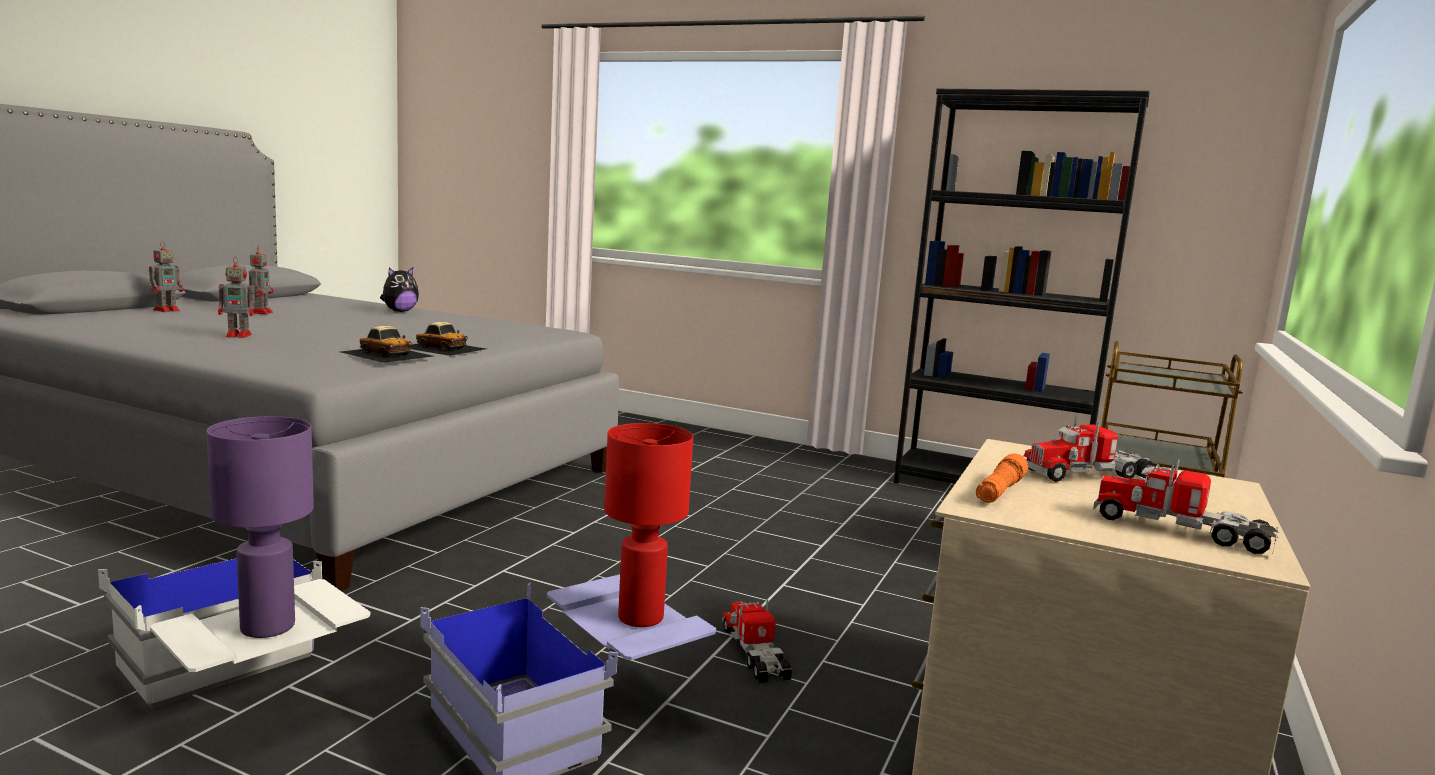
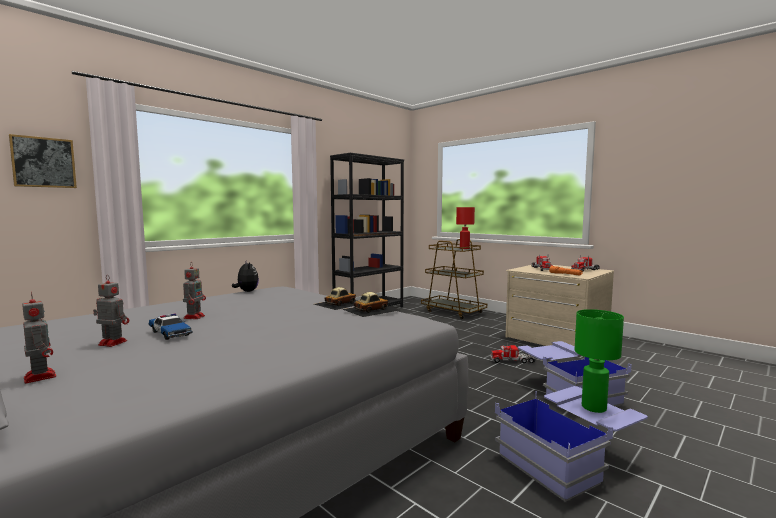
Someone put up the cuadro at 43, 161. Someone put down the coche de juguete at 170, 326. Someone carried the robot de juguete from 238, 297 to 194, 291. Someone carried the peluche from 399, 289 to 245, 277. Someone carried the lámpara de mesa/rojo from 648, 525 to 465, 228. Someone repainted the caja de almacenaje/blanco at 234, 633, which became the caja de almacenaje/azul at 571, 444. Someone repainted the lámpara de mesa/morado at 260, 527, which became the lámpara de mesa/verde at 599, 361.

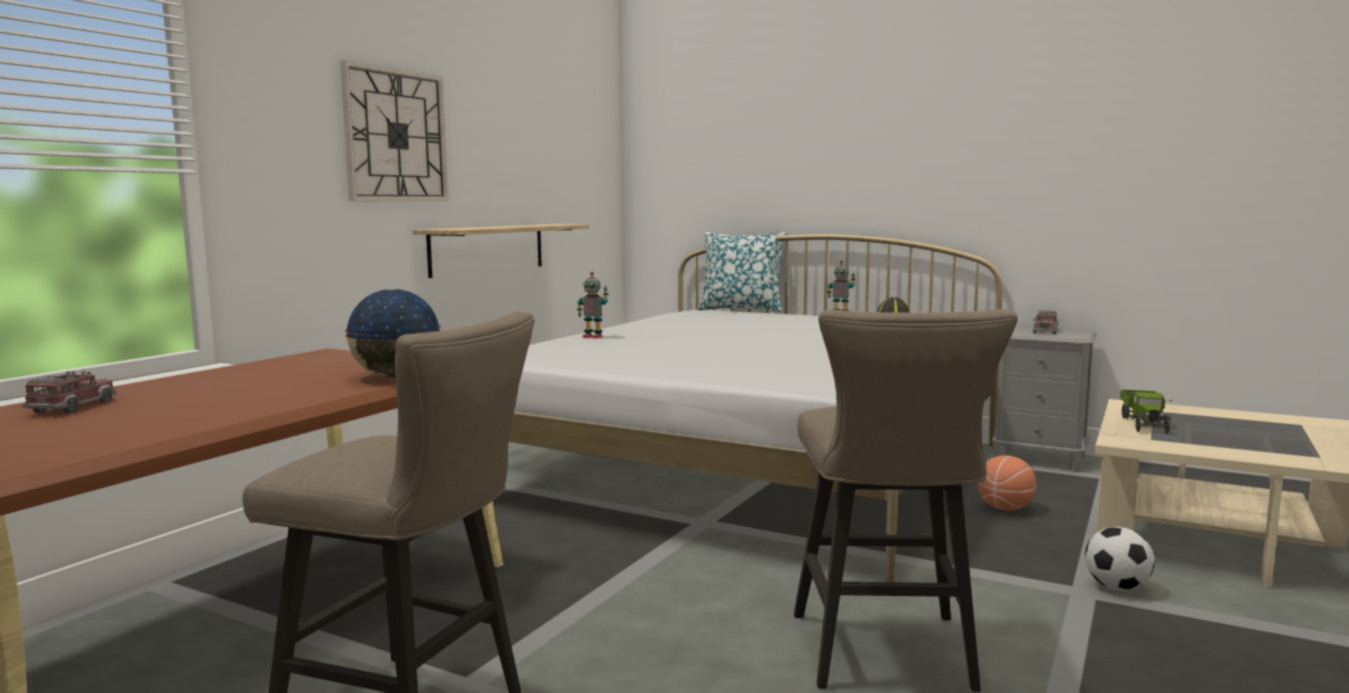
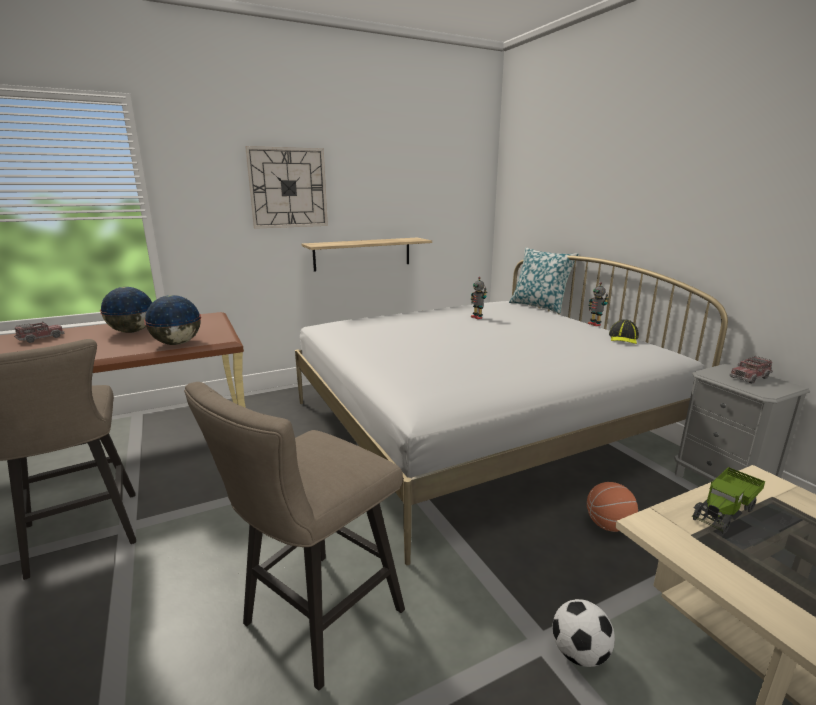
Someone put down the globo terráqueo at 126, 310. Someone carried the robot de juguete from 593, 305 to 478, 298.

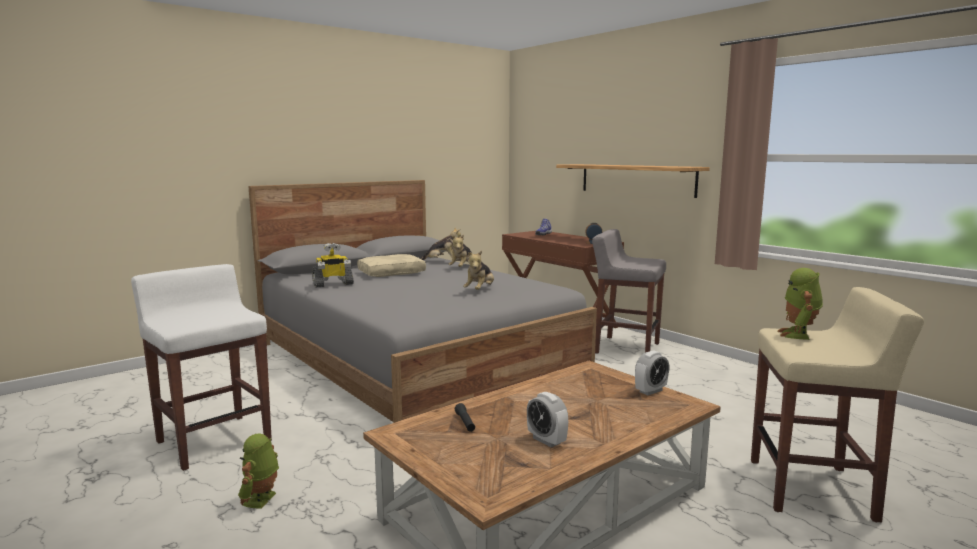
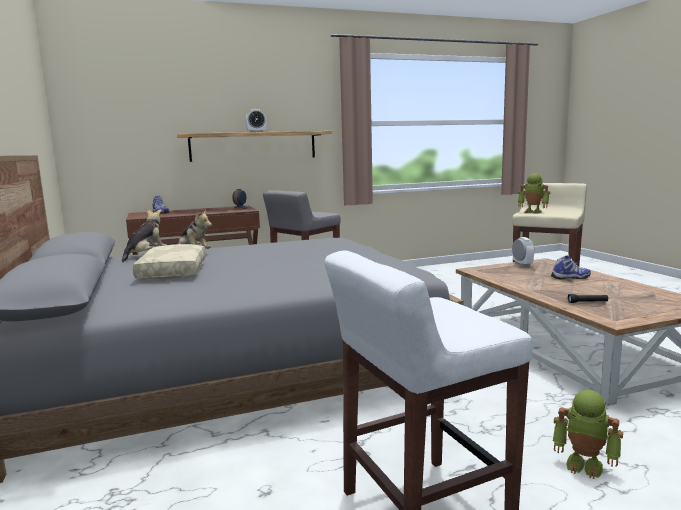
Someone took away the robot de juguete at 333, 265. Someone took away the peluche at 478, 270. Someone put down the zapato at 571, 267. Someone carried the despertador from 547, 420 to 256, 120.

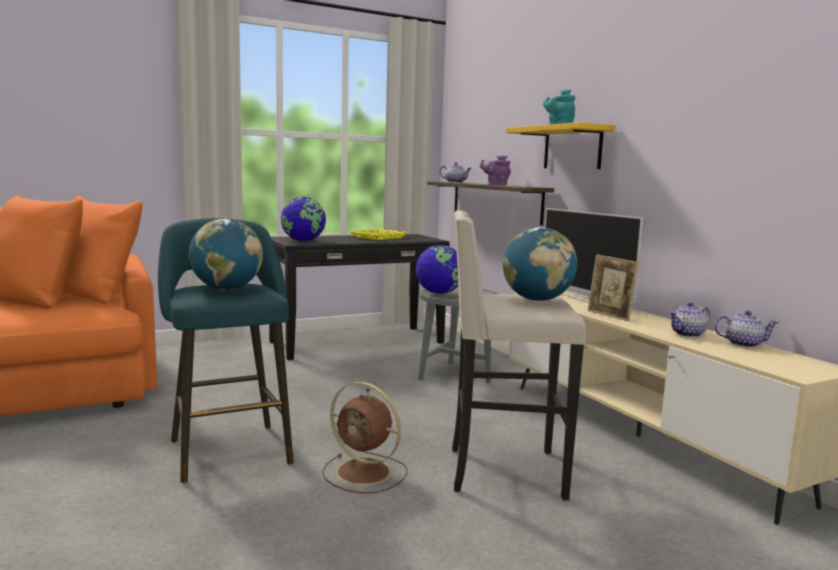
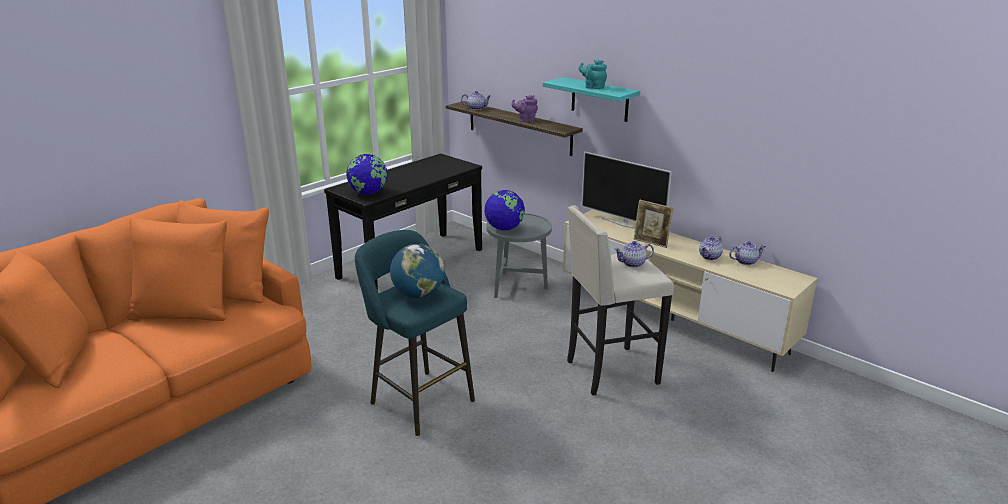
Someone took away the ventilador/marrón at 365, 437. Someone took away the bandeja/amarillo at 379, 234. Someone swapped the globo terráqueo at 540, 264 for the tetera at 634, 254. Someone repainted the estante/amarillo at 560, 145, which became the estante/turquesa at 591, 99.

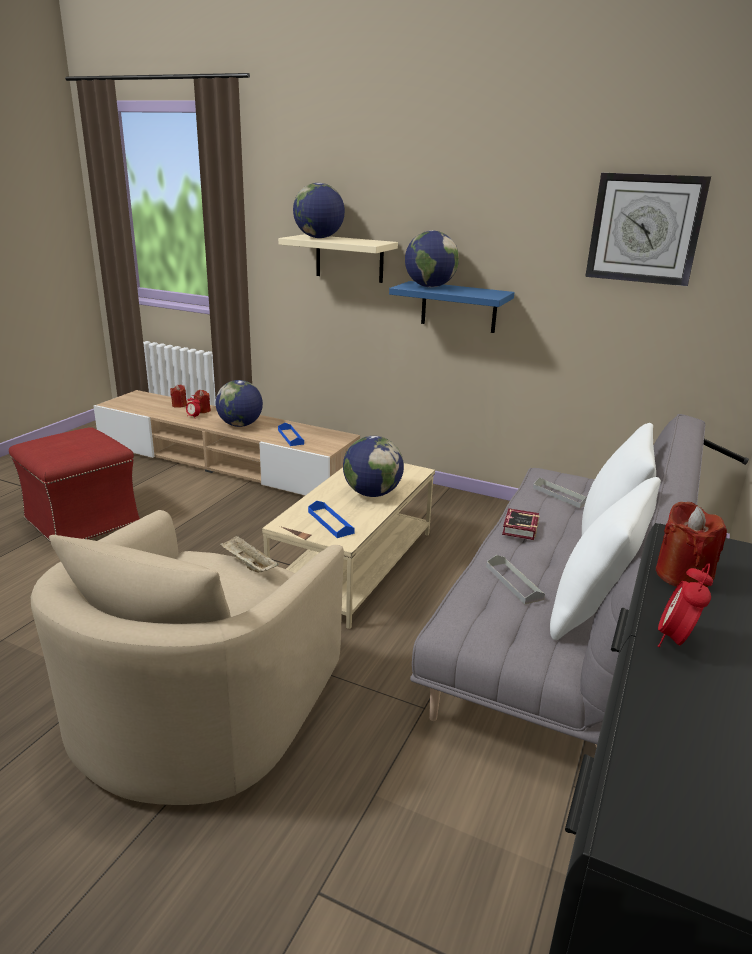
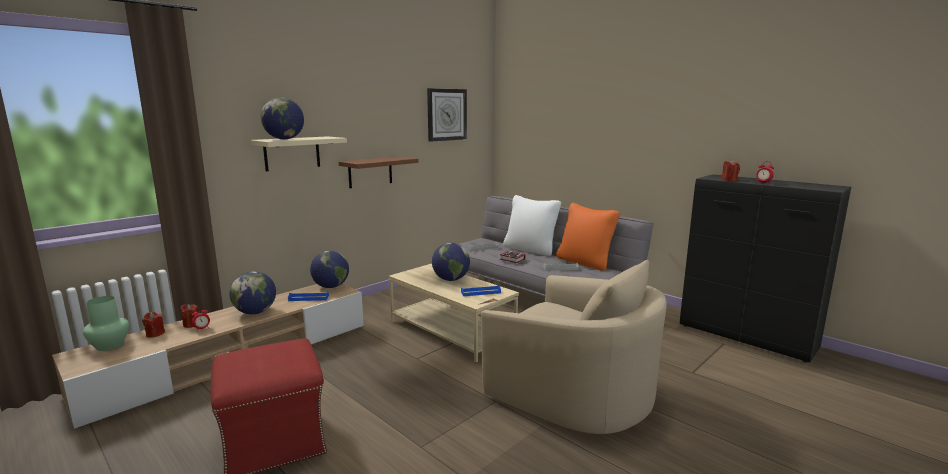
Someone took away the bandeja/beis at 249, 554. Someone put down the florero/verde at 106, 323. Someone carried the globo terráqueo from 432, 259 to 329, 269. Someone repainted the estante/azul at 452, 307, which became the estante/marrón at 379, 172. Someone repainted the cojín/blanco at 605, 558, which became the cojín/naranja at 588, 237.

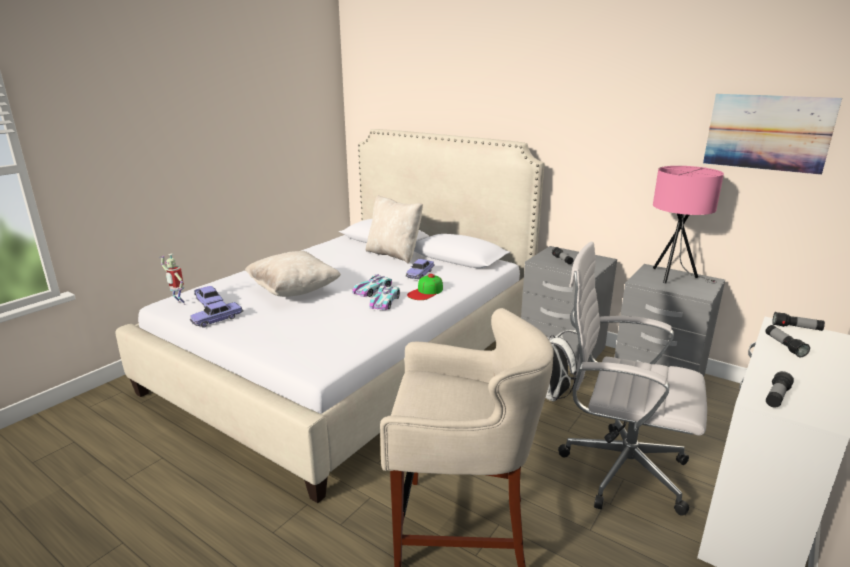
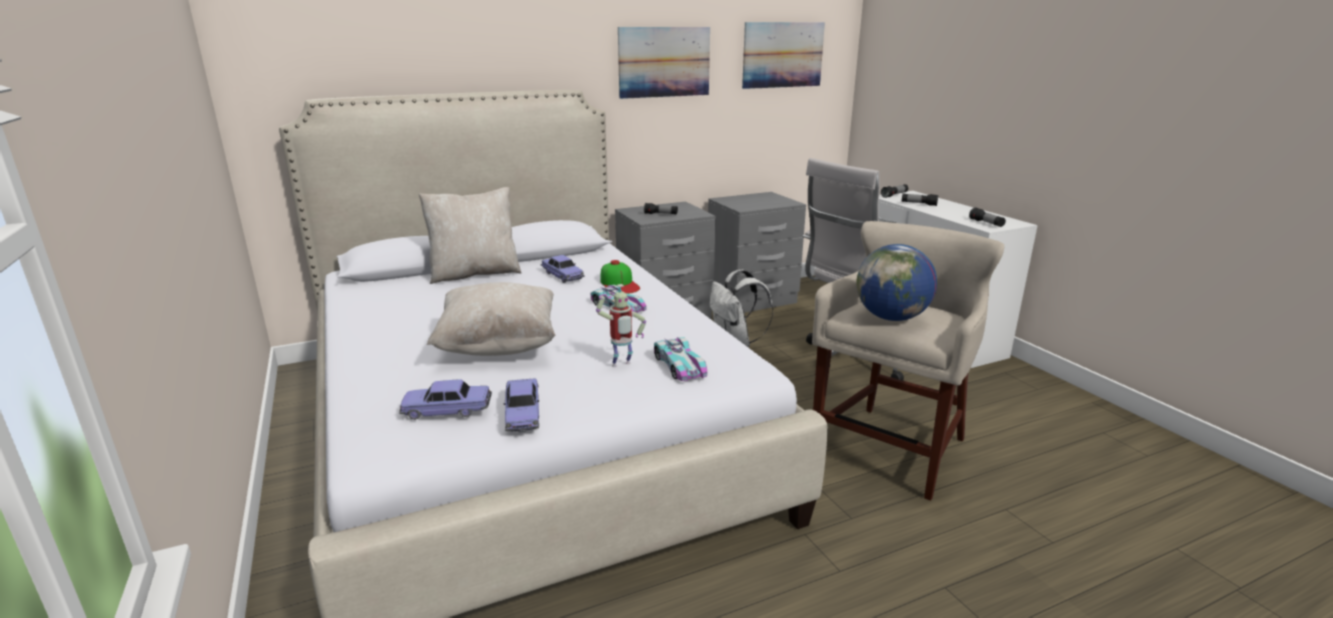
Someone took away the lámpara de mesa/rosa at 688, 224. Someone put up the cuadro at 664, 63. Someone put down the globo terráqueo at 896, 282. Someone carried the robot de juguete from 172, 279 to 621, 325. Someone carried the coche de juguete from 372, 285 to 680, 359.

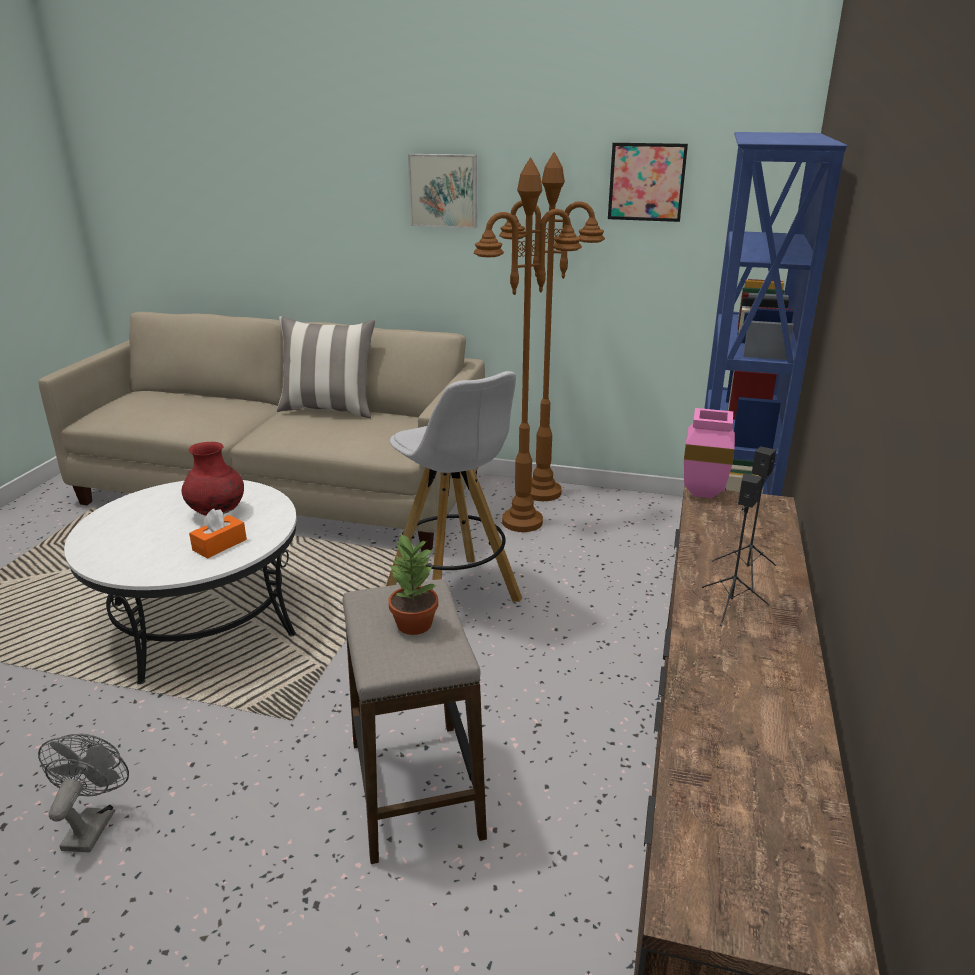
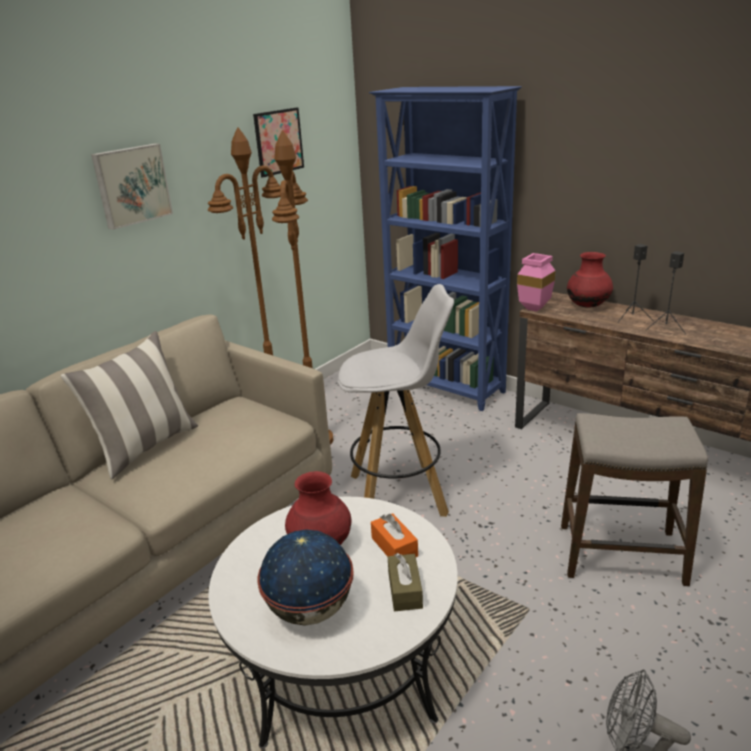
Someone took away the planta en maceta at 413, 584. Someone put down the globo terráqueo at 305, 578. Someone put down the caja de pañuelos/marrón at 405, 582. Someone put down the florero/rojo at 590, 280.

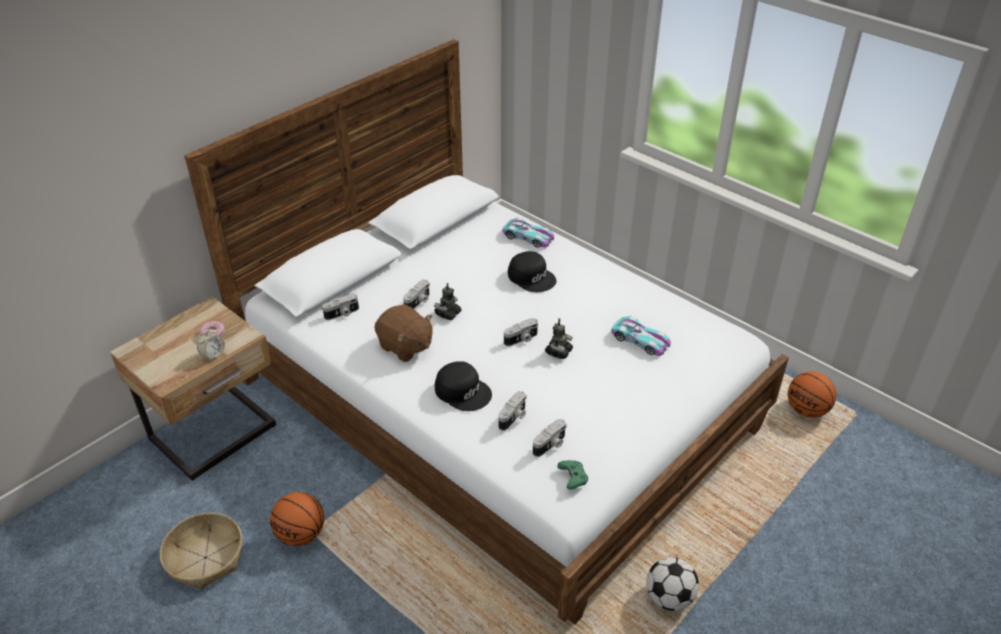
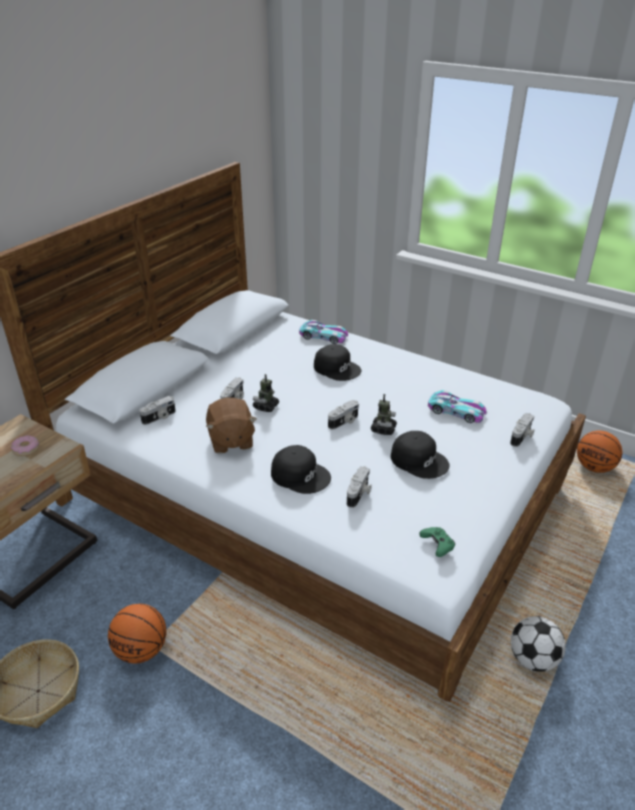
Someone took away the despertador at 211, 344. Someone put down the gorra/negro at 420, 455. Someone carried the cámara from 550, 438 to 522, 430. Someone rotated the peluche/marrón at 404, 333 by 45 degrees clockwise.

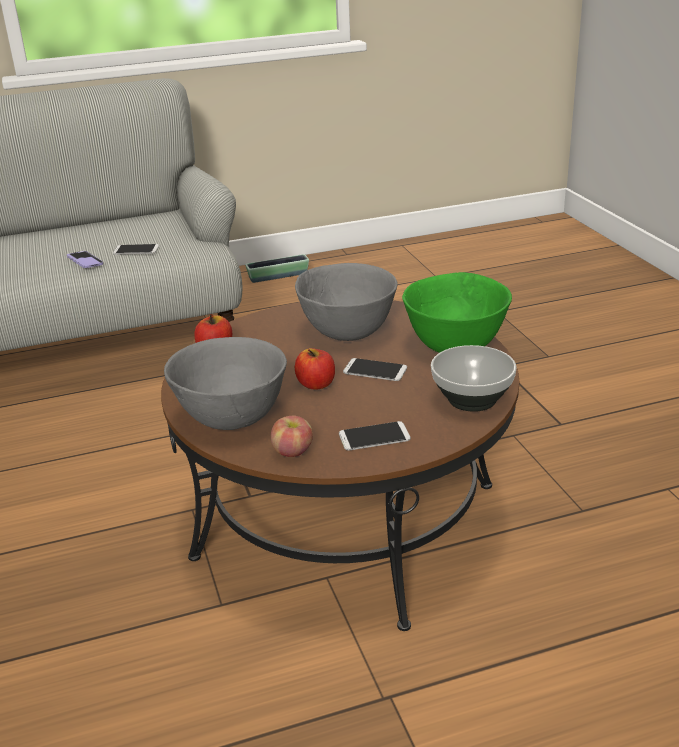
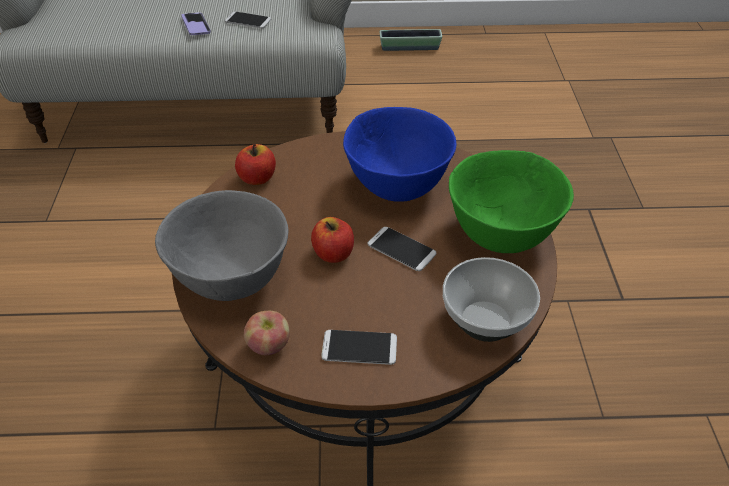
Someone repainted the cuenco/gris at 346, 302, which became the cuenco/azul at 400, 154.

